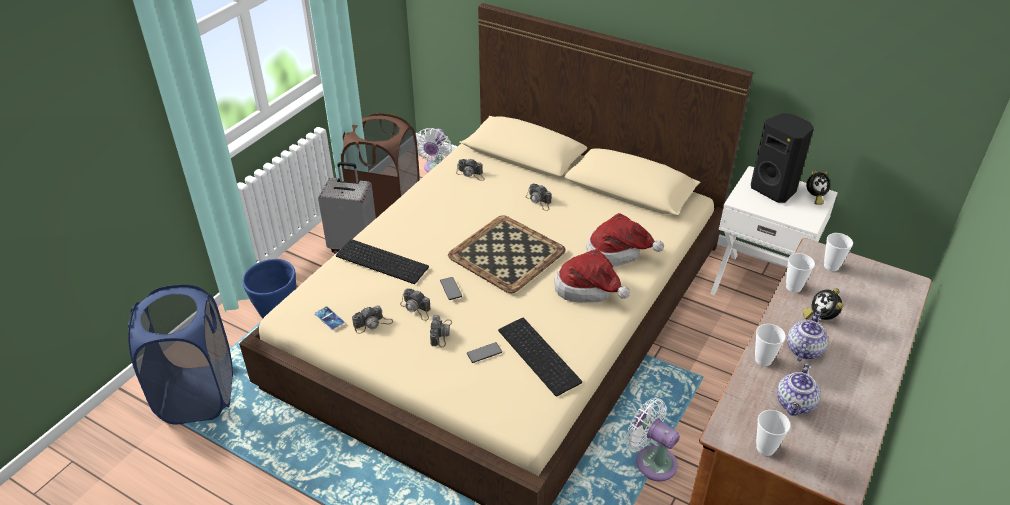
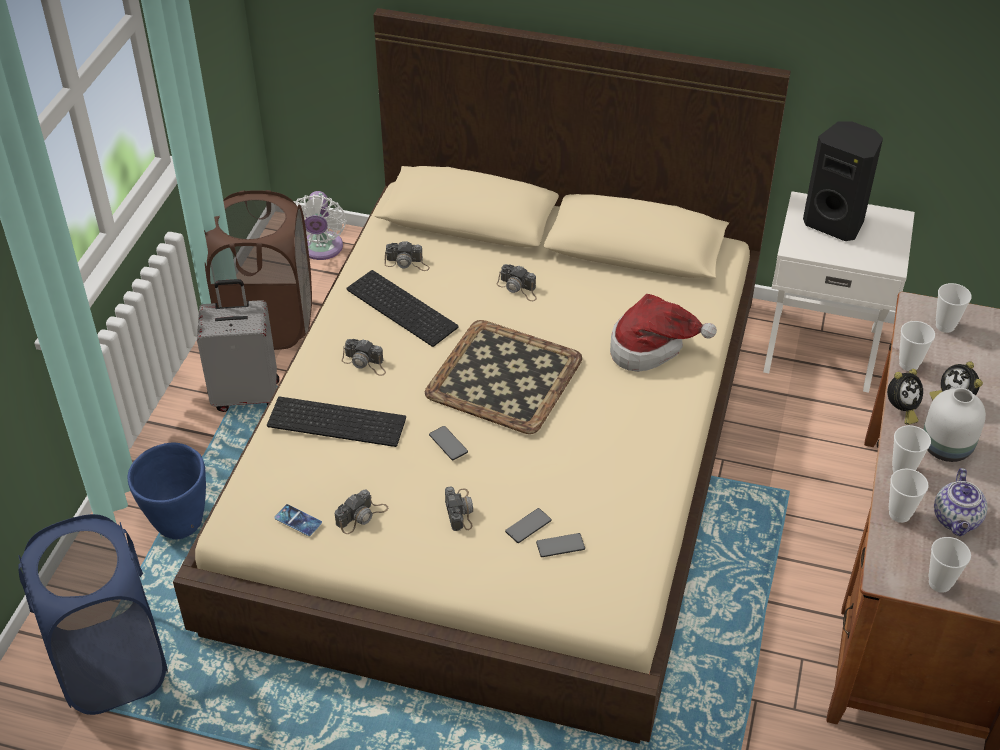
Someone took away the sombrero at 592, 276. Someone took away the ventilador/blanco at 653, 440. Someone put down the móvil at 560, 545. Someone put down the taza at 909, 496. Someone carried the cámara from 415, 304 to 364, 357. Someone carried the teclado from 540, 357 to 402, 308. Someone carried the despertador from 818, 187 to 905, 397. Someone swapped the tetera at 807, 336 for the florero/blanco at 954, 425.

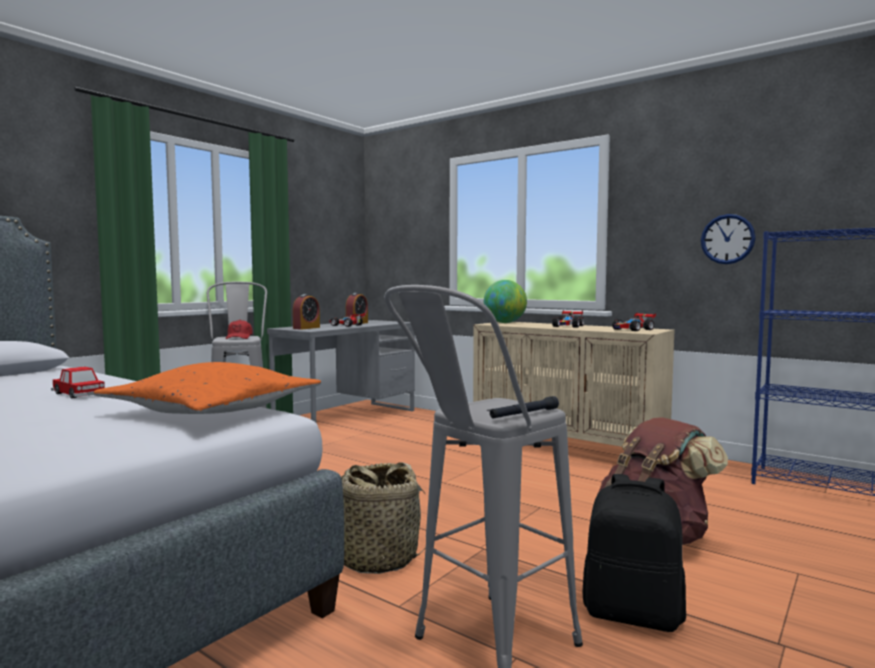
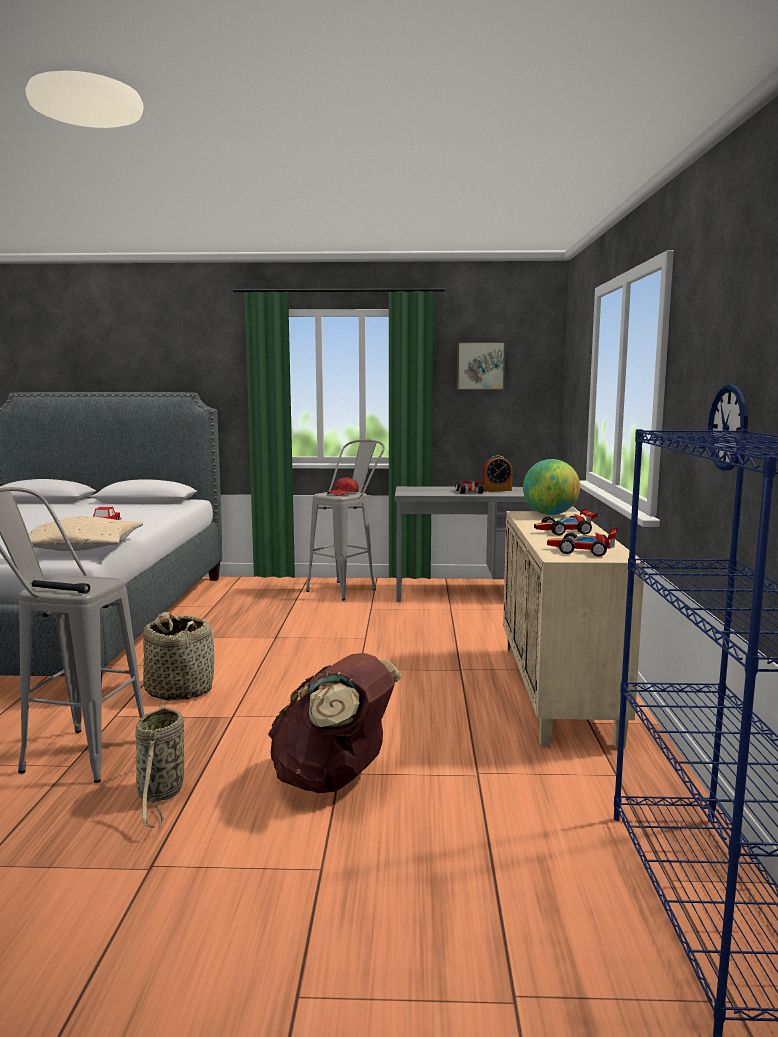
Someone took away the despertador at 306, 312. Someone put up the cuadro at 481, 366. Someone swapped the mochila/negro at 634, 553 for the cesta at 159, 766. Someone repainted the cojín/naranja at 207, 388, which became the cojín/beis at 86, 533.

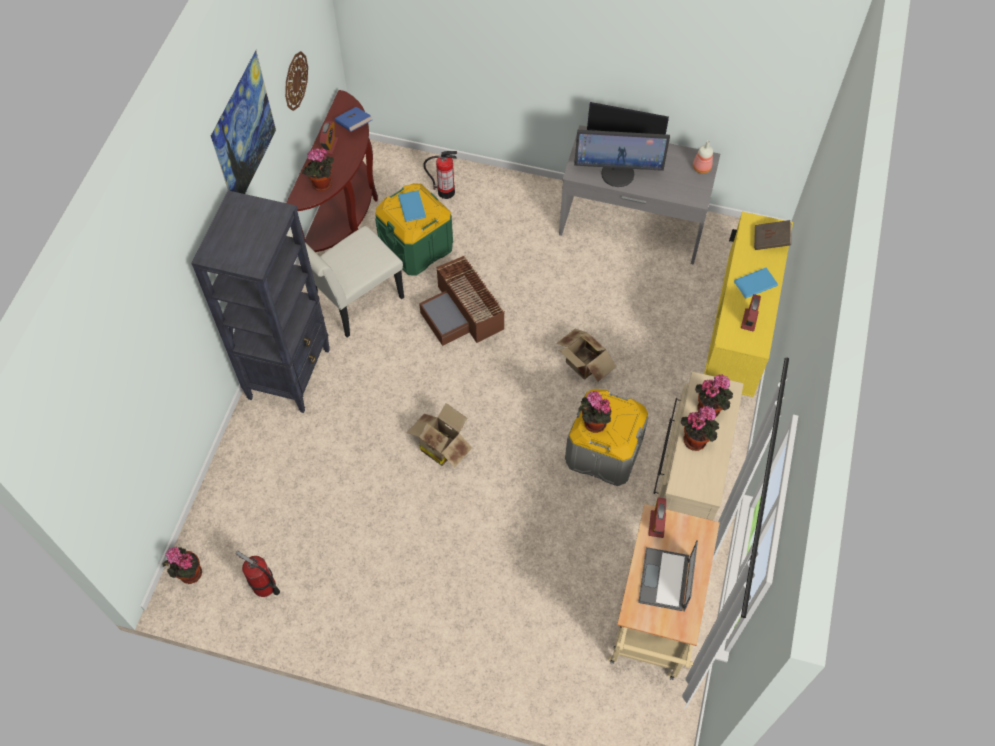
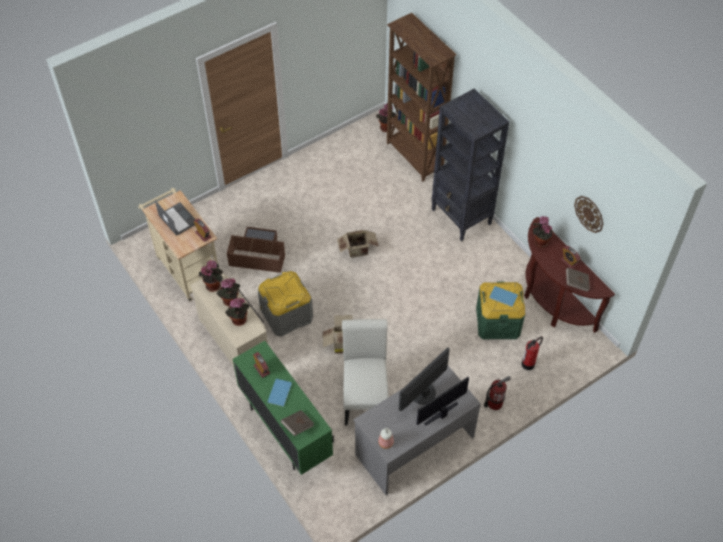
Someone took away the cuadro at 243, 122. Someone put down the estantería/marrón at 422, 97. Someone carried the extintor from 258, 574 to 497, 393. Someone carried the silla/blanco from 345, 281 to 365, 372. Someone carried the caja de almacenaje/marrón from 462, 301 to 256, 250. Someone carried the planta en maceta from 594, 412 to 211, 276. Someone repainted the libro/azul at 353, 119, which became the libro/marrón at 578, 280. Someone repainted the armario/amarillo at 748, 304, which became the armario/verde at 283, 408.

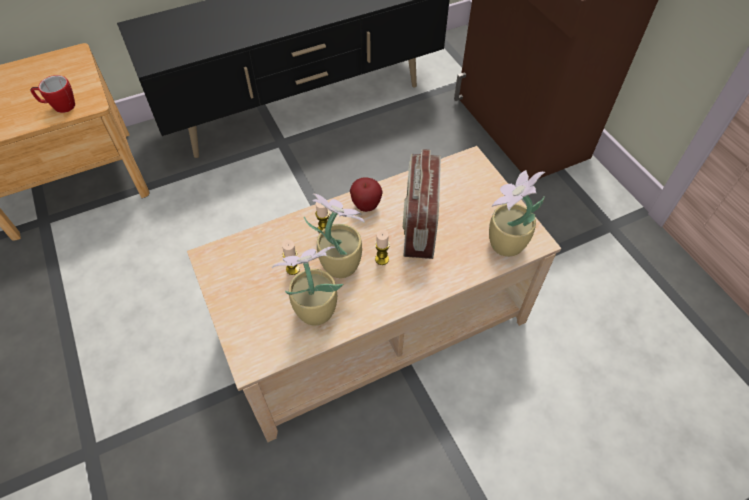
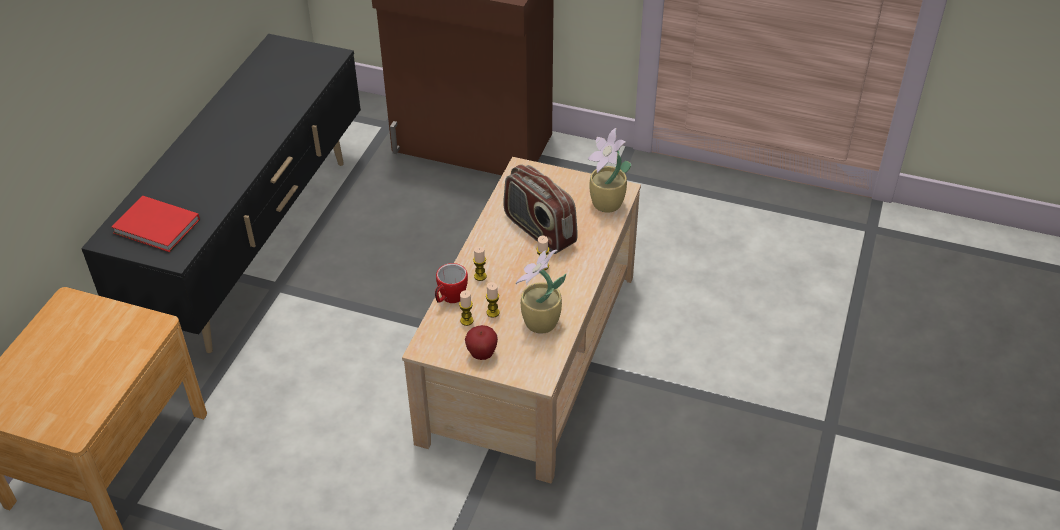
Someone took away the planta en maceta at 334, 235. Someone put down the libro/rojo at 155, 224. Someone put down the vela at 466, 308. Someone carried the taza grande from 52, 94 to 451, 283. Someone carried the manzana from 366, 194 to 481, 342.

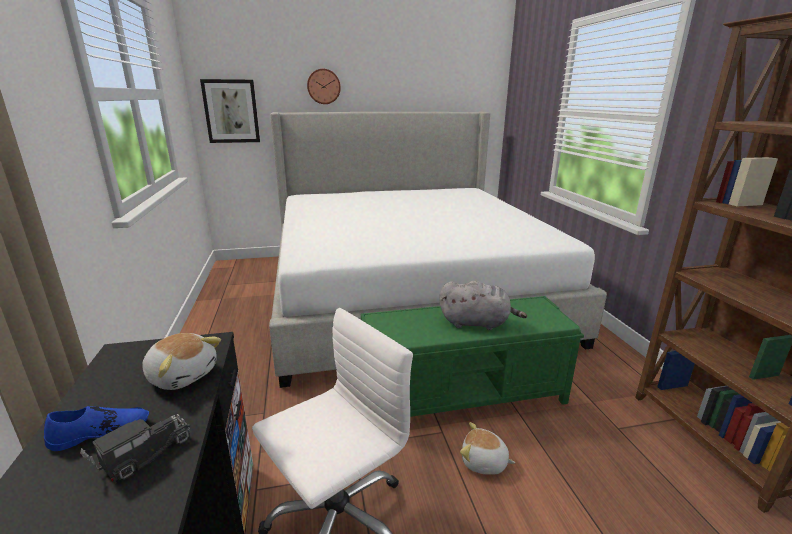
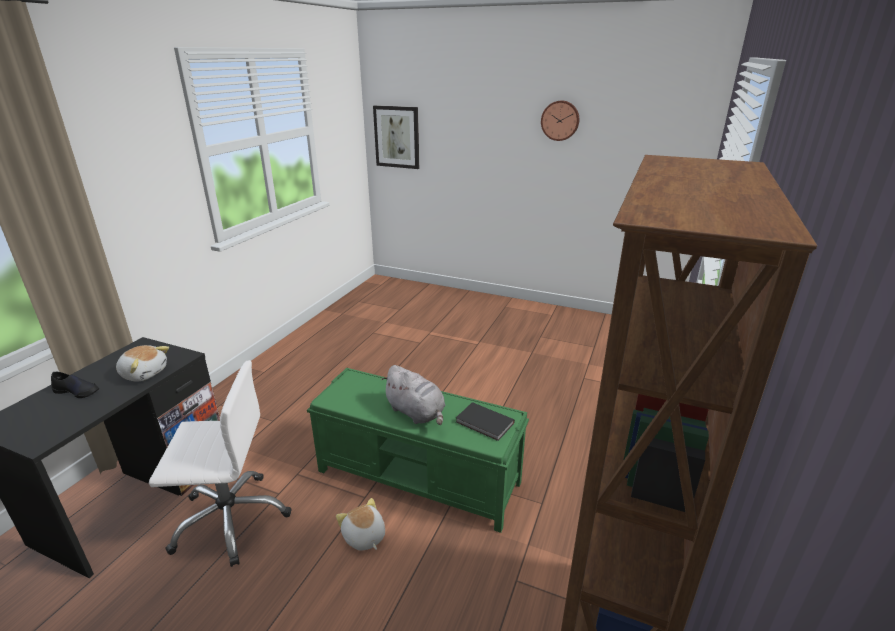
Someone took away the camión de juguete at 135, 449. Someone took away the cama at 438, 250. Someone put down the libro/negro at 485, 421. Someone carried the reloj de pared from 324, 86 to 560, 120. Someone repainted the zapato/azul at 96, 428, which became the zapato/negro at 75, 385. Someone rotated the peluche at 181, 361 by 45 degrees counterclockwise.

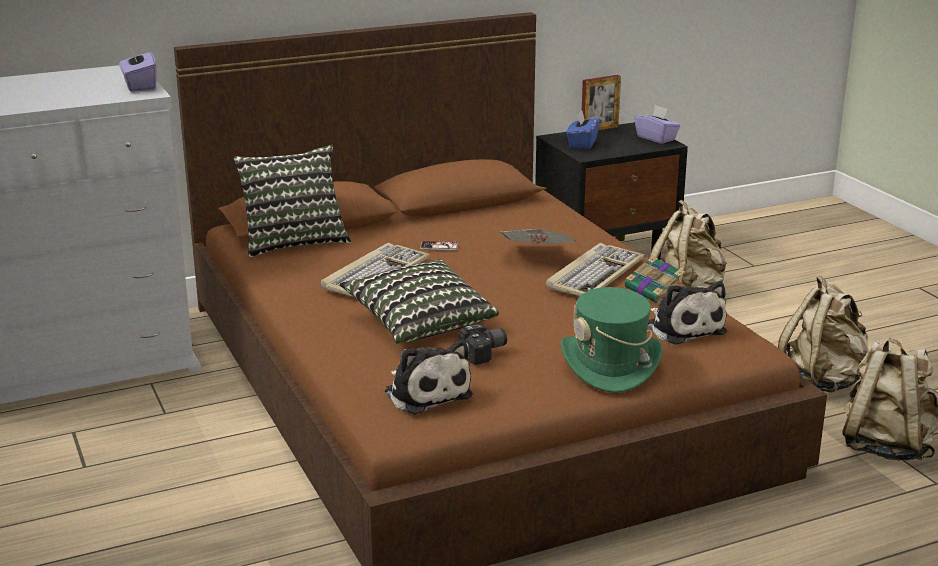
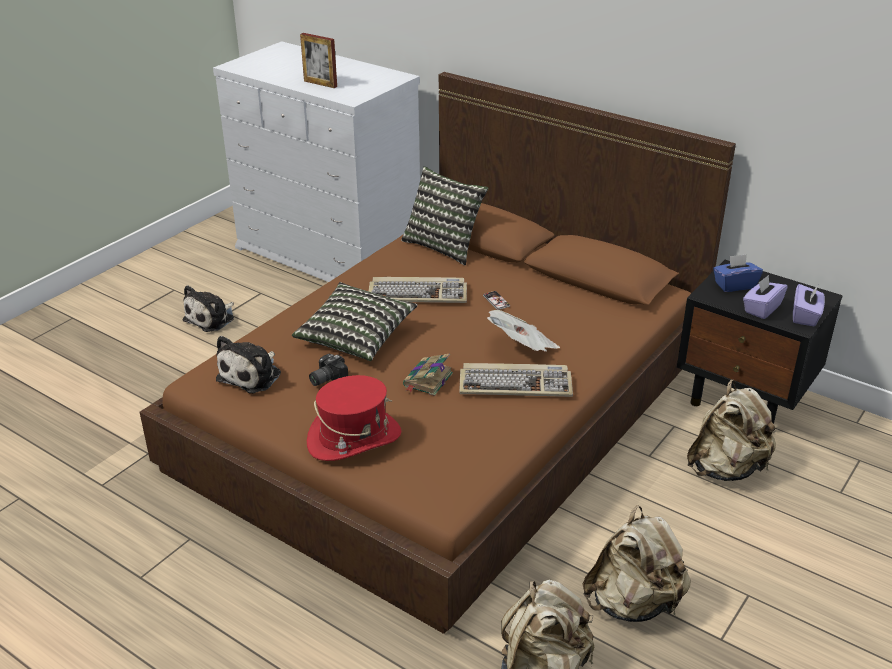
Someone carried the caja de pañuelos/morado from 138, 69 to 765, 297. Someone carried the portarretratos from 601, 103 to 318, 60. Someone carried the libro from 655, 280 to 428, 374. Someone carried the peluche from 687, 313 to 208, 308. Someone repainted the sombrero/verde at 611, 340, which became the sombrero/rojo at 354, 418. Someone rotated the cámara at 482, 344 by 105 degrees clockwise.

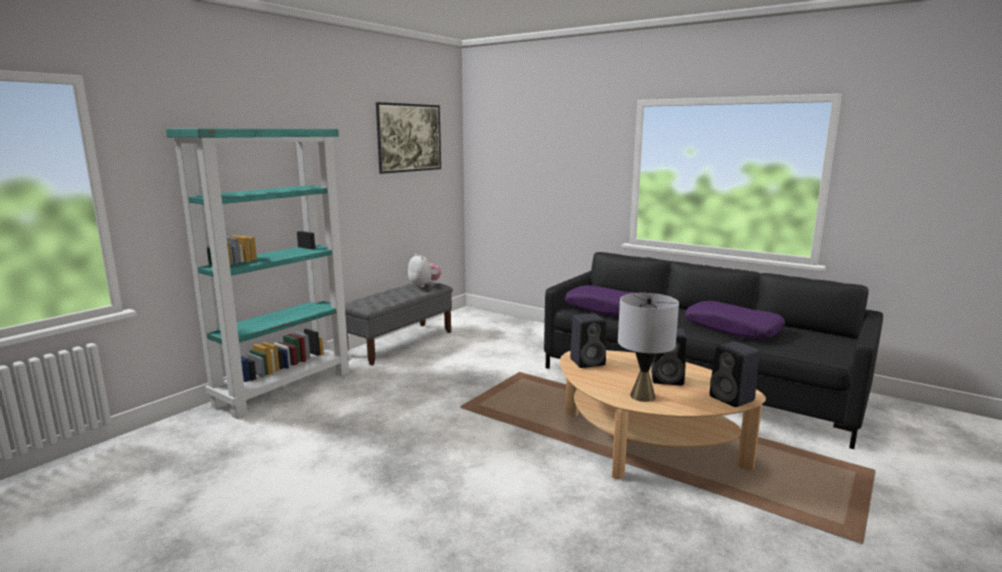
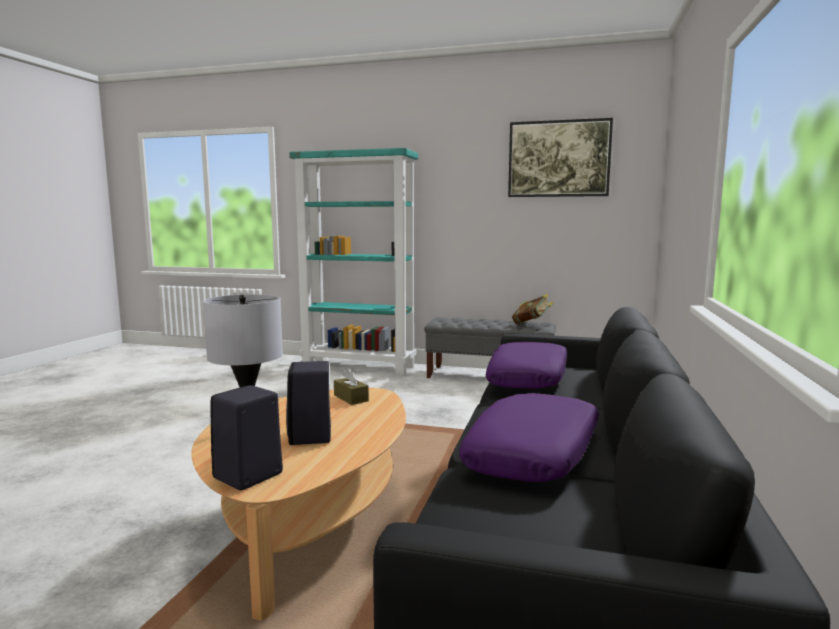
Someone swapped the peluche at 424, 270 for the libro at 532, 309. Someone swapped the altavoz/negro at 588, 340 for the caja de pañuelos/marrón at 351, 386.

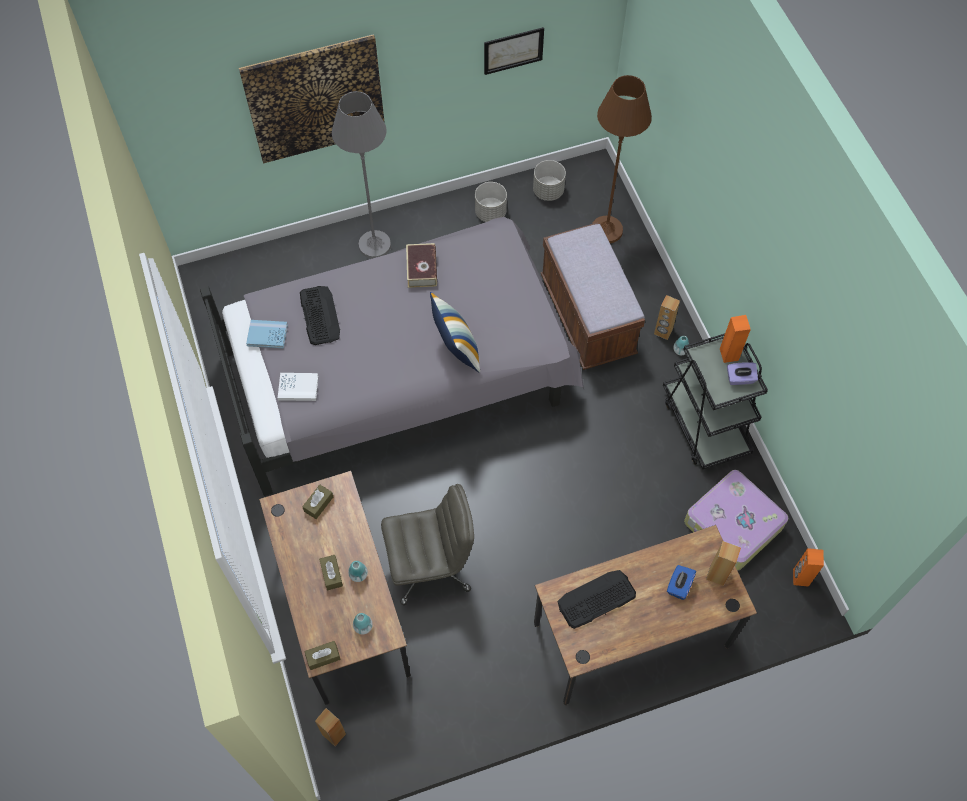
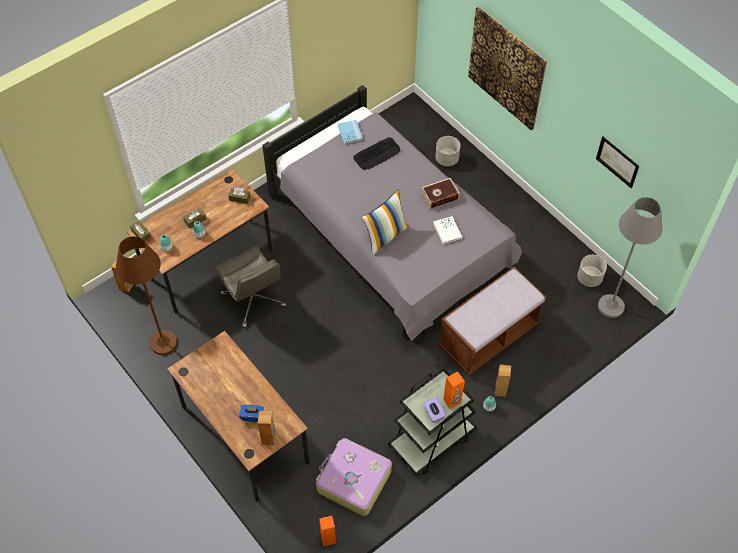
Someone took away the teclado at 597, 599. Someone carried the libro/blanco from 298, 387 to 447, 230. Someone carried the lámpara de pie/gris from 361, 175 to 630, 257. Someone carried the maceta/gris from 491, 202 to 447, 151. Someone carried the lámpara de pie/marrón from 622, 159 to 146, 295.

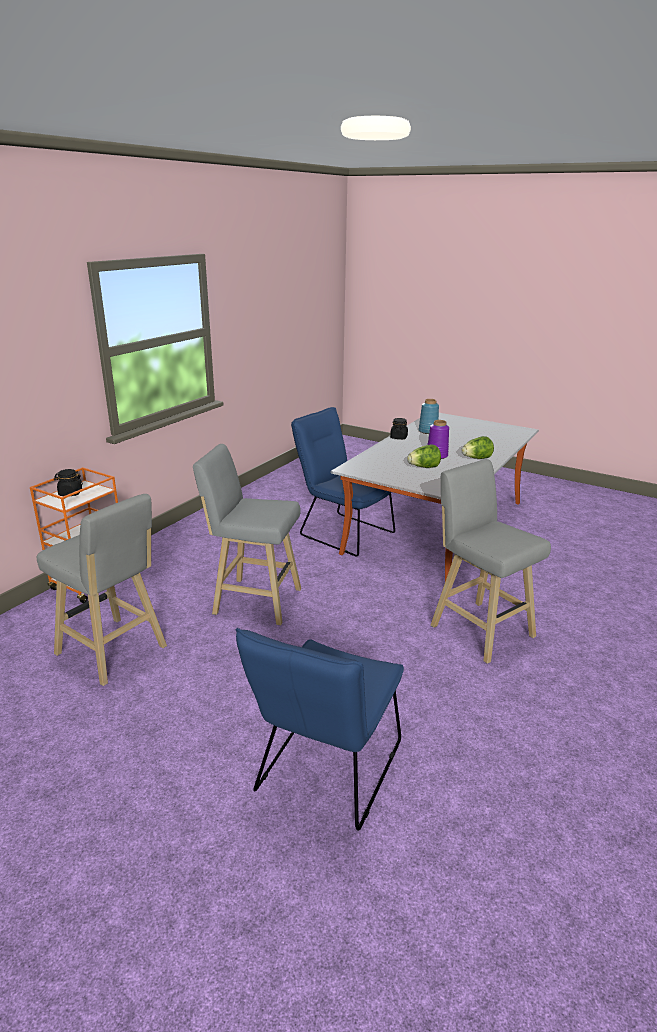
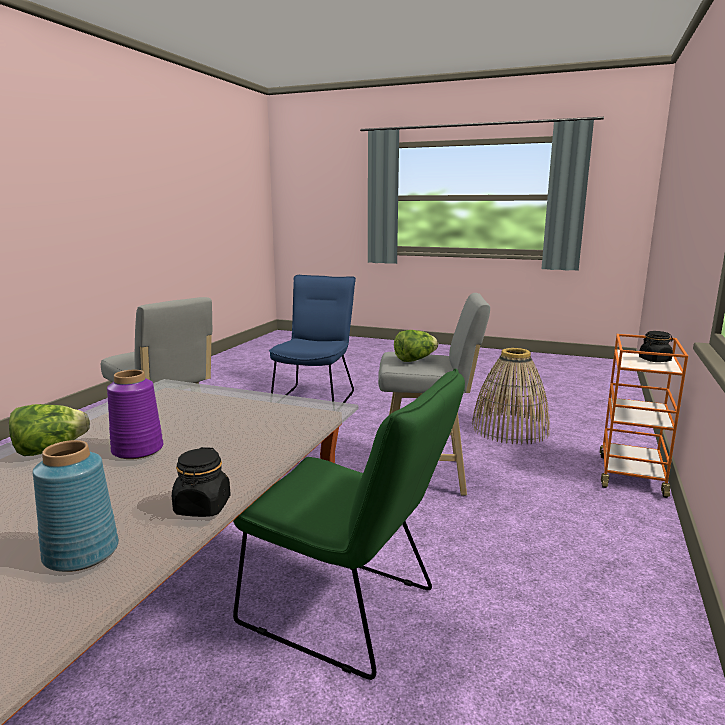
Someone carried the lechuga from 424, 456 to 416, 346. Someone swapped the taburete/gris at 102, 590 for the cesta at 511, 396. Someone repainted the silla/azul at 343, 481, which became the silla/verde at 349, 524.

